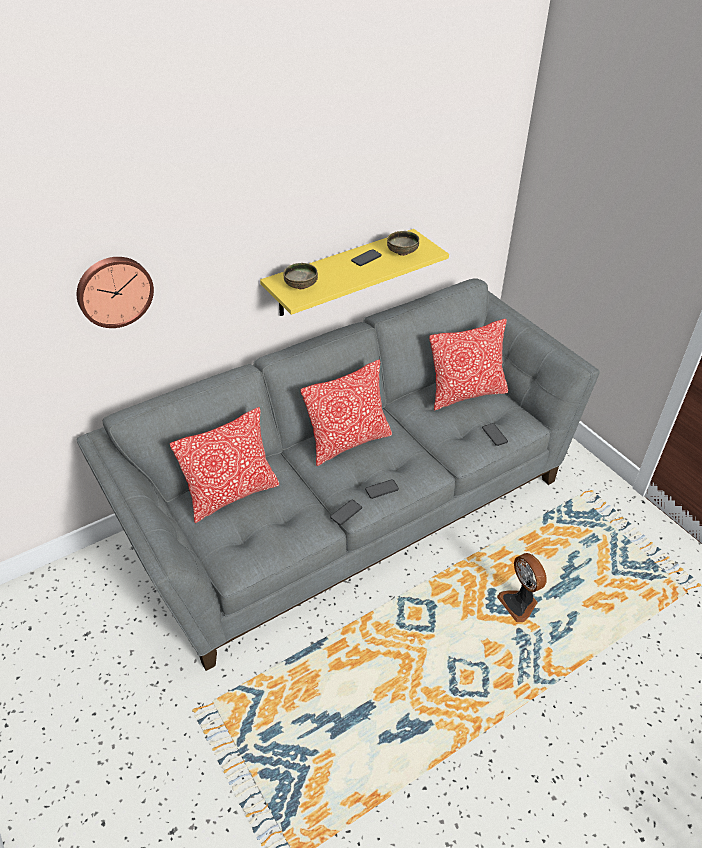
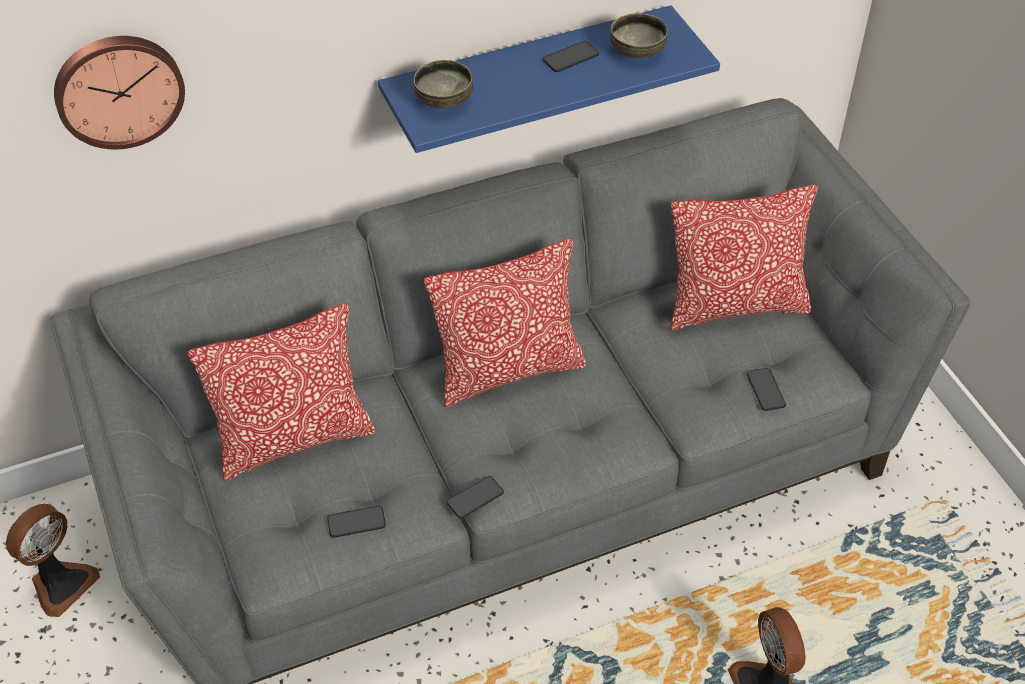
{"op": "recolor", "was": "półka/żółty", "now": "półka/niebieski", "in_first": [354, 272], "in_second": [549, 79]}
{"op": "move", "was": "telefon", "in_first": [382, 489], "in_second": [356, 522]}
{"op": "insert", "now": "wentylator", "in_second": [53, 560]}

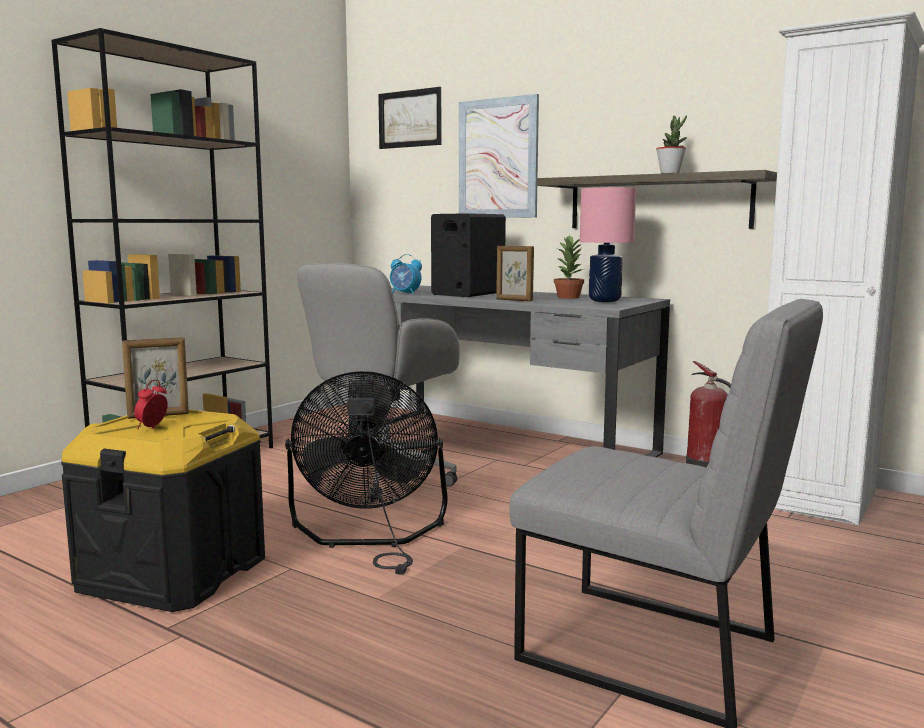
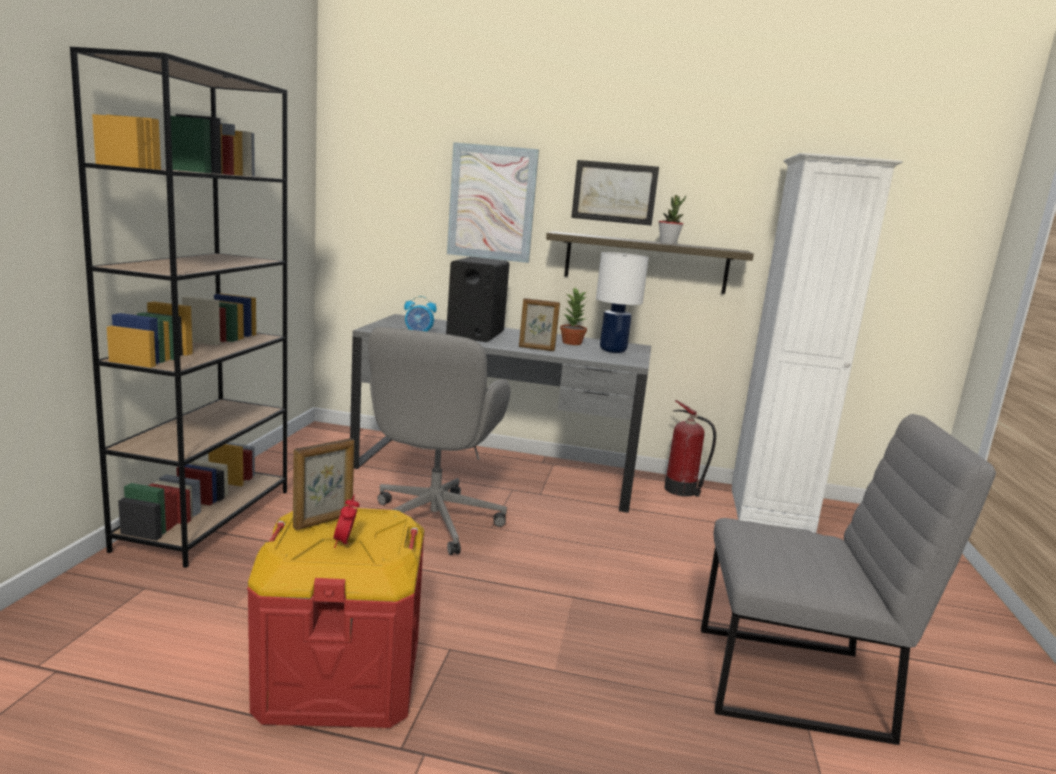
{"op": "recolor", "was": "pojemnik do przechowywania/czarny", "now": "pojemnik do przechowywania/czerwony", "in_first": [163, 511], "in_second": [335, 618]}
{"op": "delete", "was": "wentylator/czarny", "in_first": [366, 473]}
{"op": "move", "was": "obraz", "in_first": [410, 118], "in_second": [615, 193]}
{"op": "recolor", "was": "lampa stołowa/różowy", "now": "lampa stołowa/biały", "in_first": [608, 244], "in_second": [622, 302]}

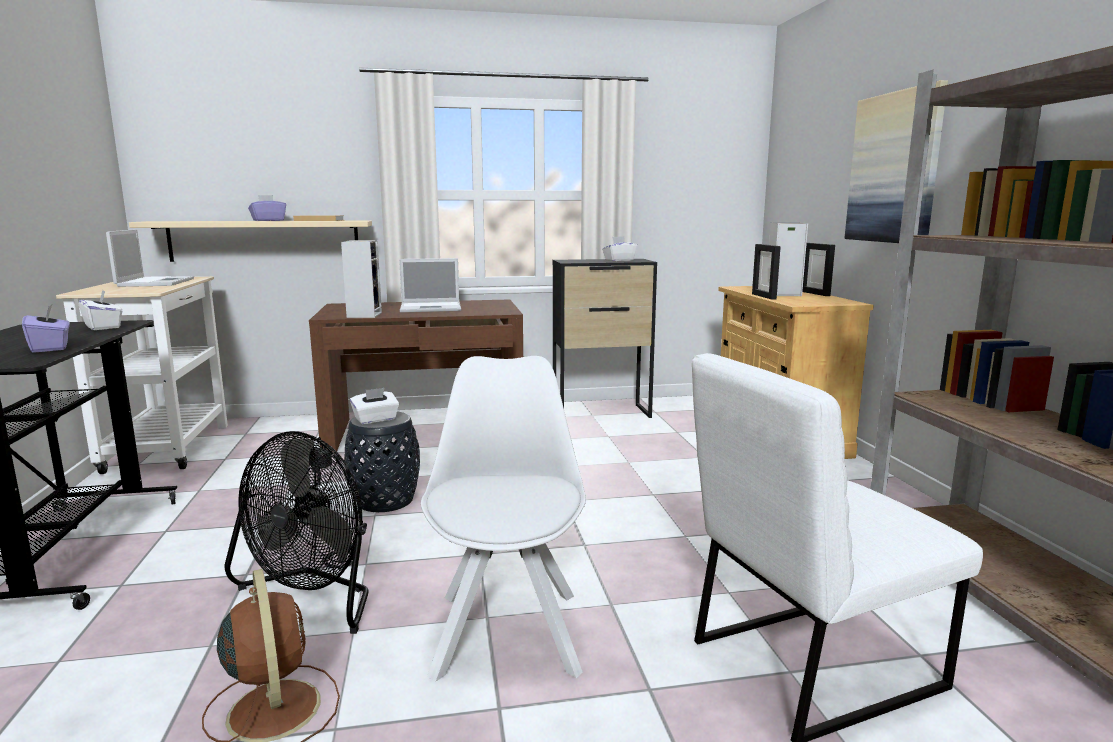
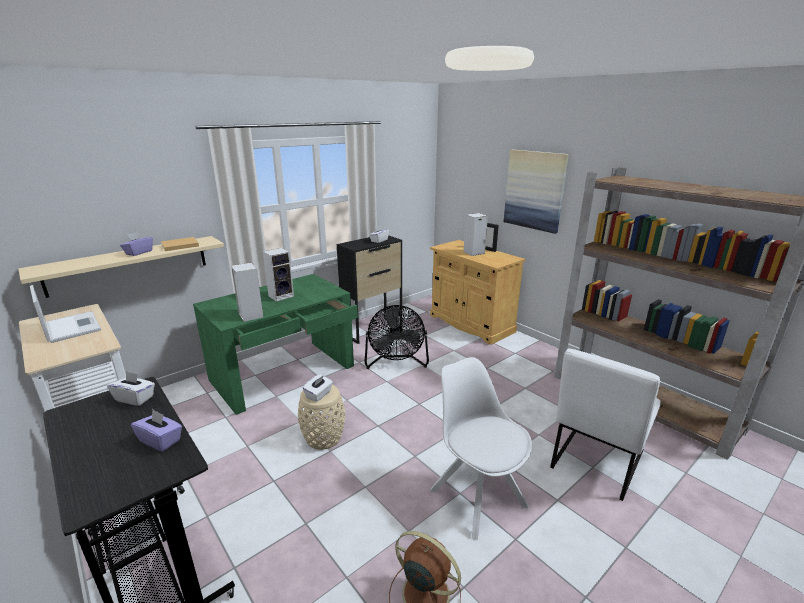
{"op": "move", "was": "wentylator/czarny", "in_first": [297, 532], "in_second": [397, 337]}
{"op": "recolor", "was": "biurko/brązowy", "now": "biurko/zielony", "in_first": [416, 376], "in_second": [275, 344]}
{"op": "recolor", "was": "stołek/czarny", "now": "stołek/beżowy", "in_first": [382, 461], "in_second": [321, 417]}
{"op": "replace", "was": "laptop", "now": "głośnik", "in_first": [430, 285], "in_second": [278, 275]}
{"op": "delete", "was": "ramka na zdjęcie", "in_first": [766, 271]}

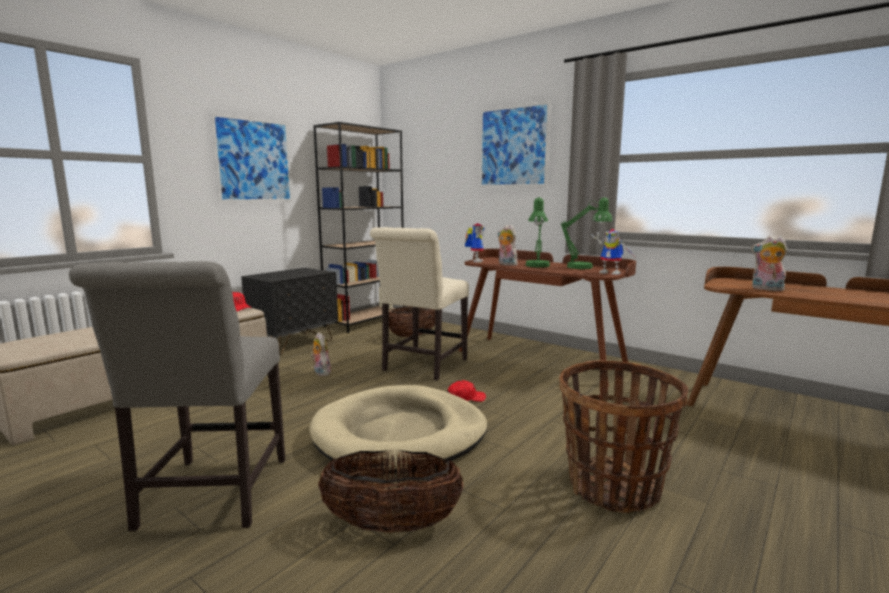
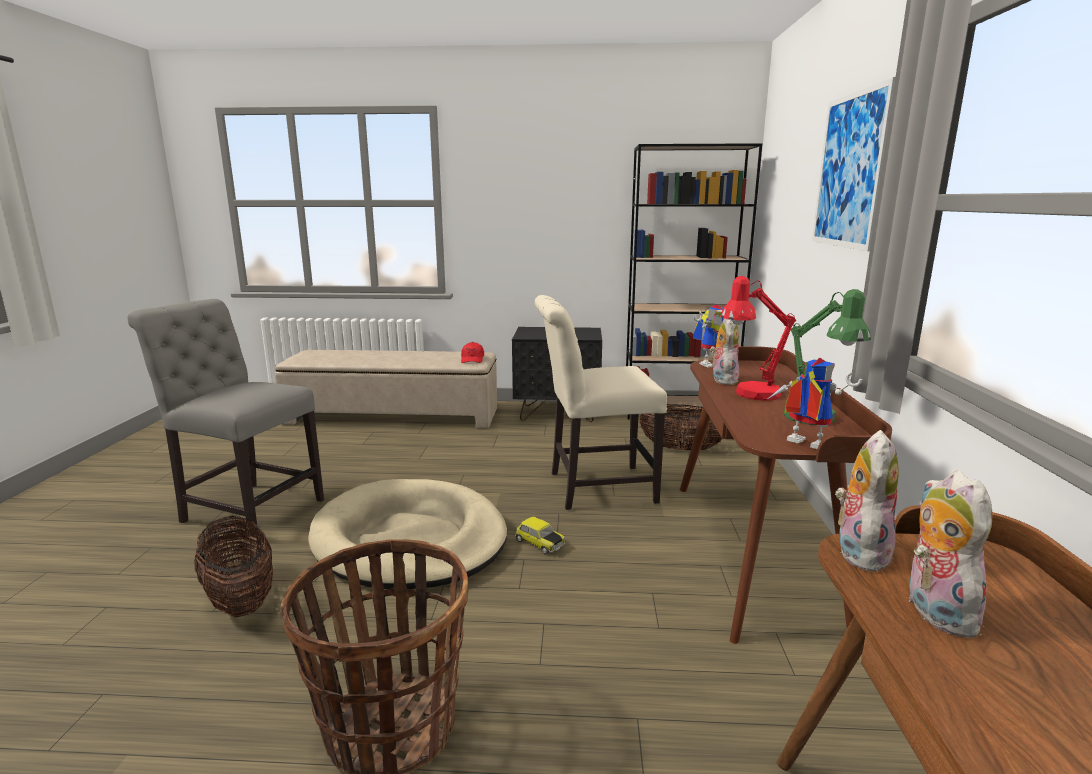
{"op": "rotate", "was": "krzesło/szary", "in_first": [177, 396], "in_second": [226, 417], "clockwise": 60}
{"op": "delete", "was": "obraz", "in_first": [251, 158]}
{"op": "move", "was": "pluszak", "in_first": [321, 354], "in_second": [867, 502]}
{"op": "replace", "was": "czapka z daszkiem/czerwony", "now": "samochodzik", "in_first": [466, 391], "in_second": [540, 536]}
{"op": "recolor", "was": "lampa stołowa/zielony", "now": "lampa stołowa/czerwony", "in_first": [537, 232], "in_second": [758, 338]}
{"op": "rotate", "was": "robot zabawkowy", "in_first": [613, 252], "in_second": [814, 403], "clockwise": 135}

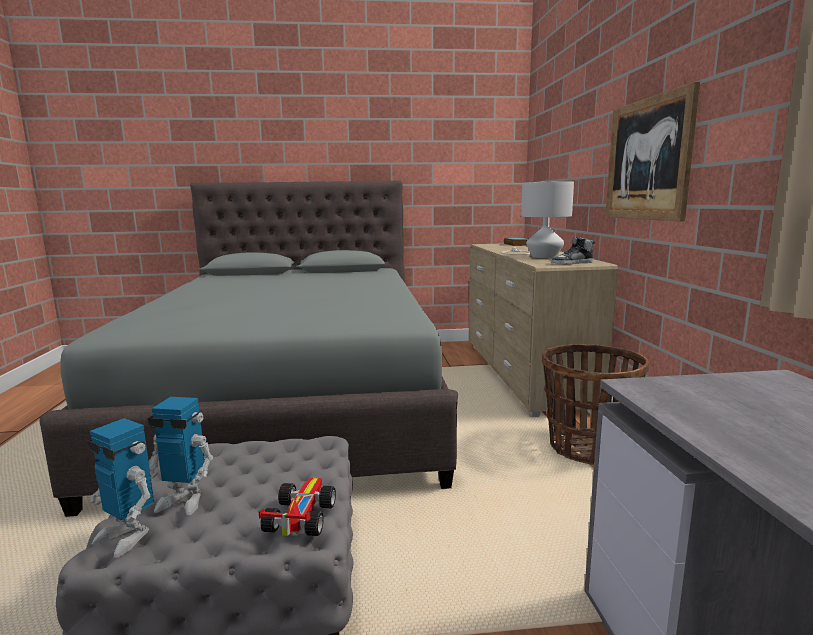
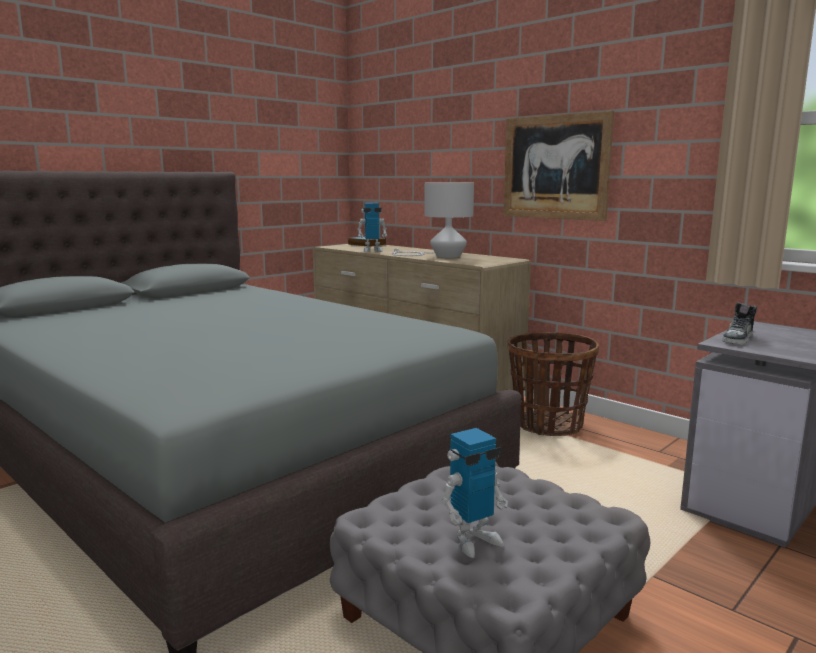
{"op": "move", "was": "robot zabawkowy", "in_first": [120, 488], "in_second": [372, 227]}
{"op": "delete", "was": "samochodzik", "in_first": [297, 507]}
{"op": "move", "was": "but", "in_first": [573, 250], "in_second": [740, 324]}

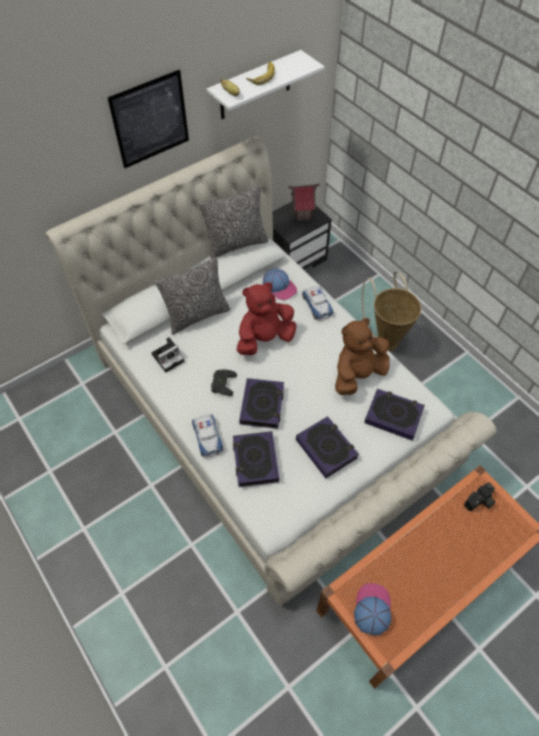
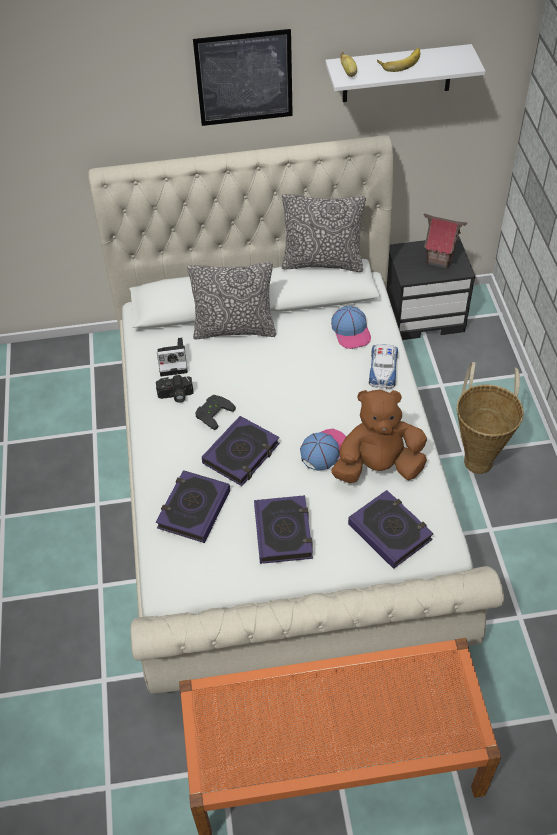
{"op": "delete", "was": "samochodzik", "in_first": [207, 436]}
{"op": "delete", "was": "pluszak/czerwony", "in_first": [266, 318]}
{"op": "move", "was": "czapka z daszkiem", "in_first": [373, 609], "in_second": [323, 450]}
{"op": "move", "was": "aparat fotograficzny", "in_first": [480, 496], "in_second": [175, 389]}

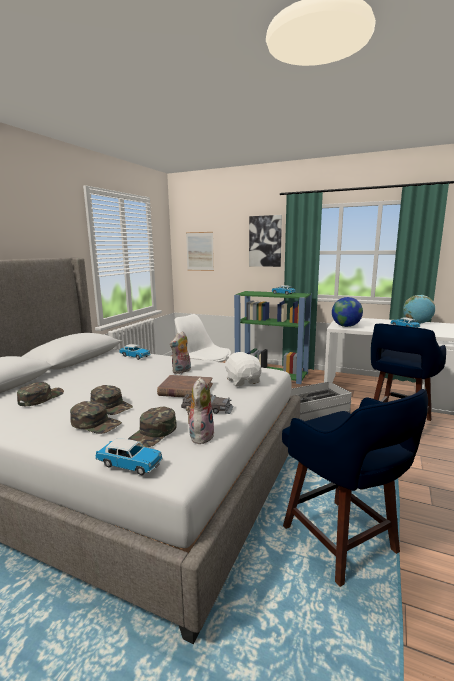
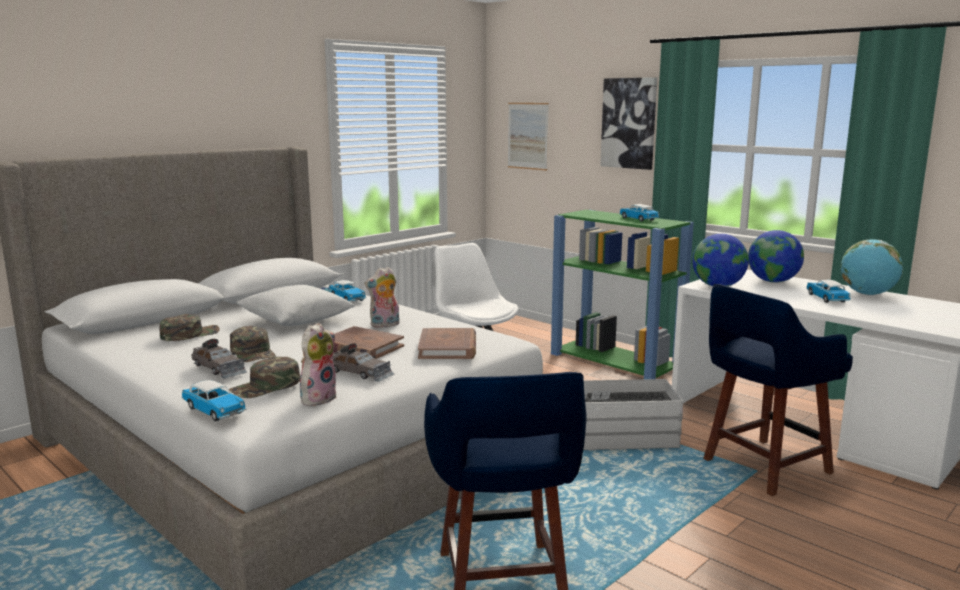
{"op": "replace", "was": "czapka z daszkiem/zielony", "now": "samochodzik/szary", "in_first": [96, 417], "in_second": [219, 359]}
{"op": "replace", "was": "pluszak/biały", "now": "książka/brązowy", "in_first": [242, 369], "in_second": [447, 343]}
{"op": "insert", "now": "poduszka/szary", "in_second": [295, 305]}
{"op": "insert", "now": "globus", "in_second": [776, 256]}

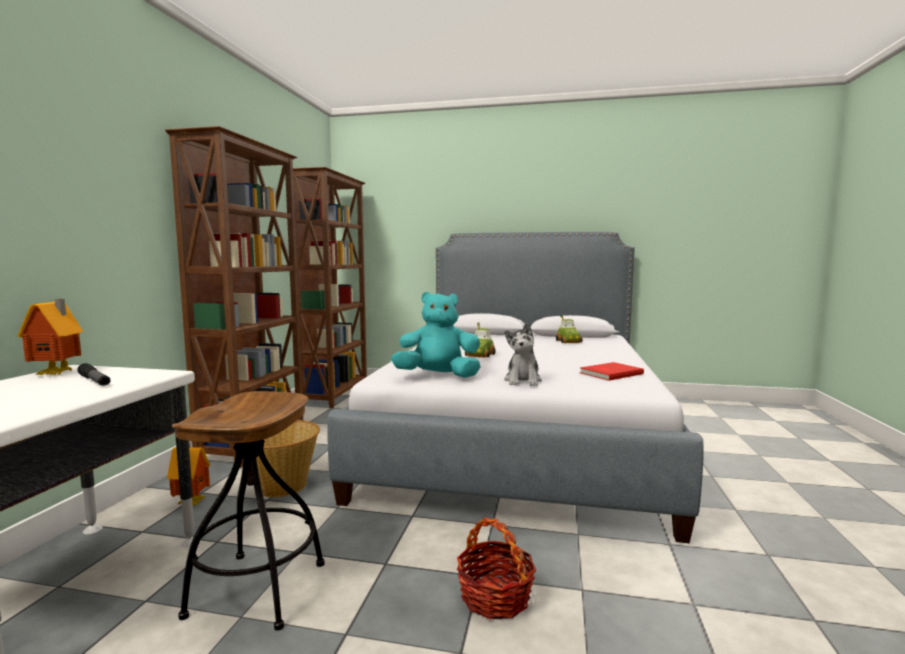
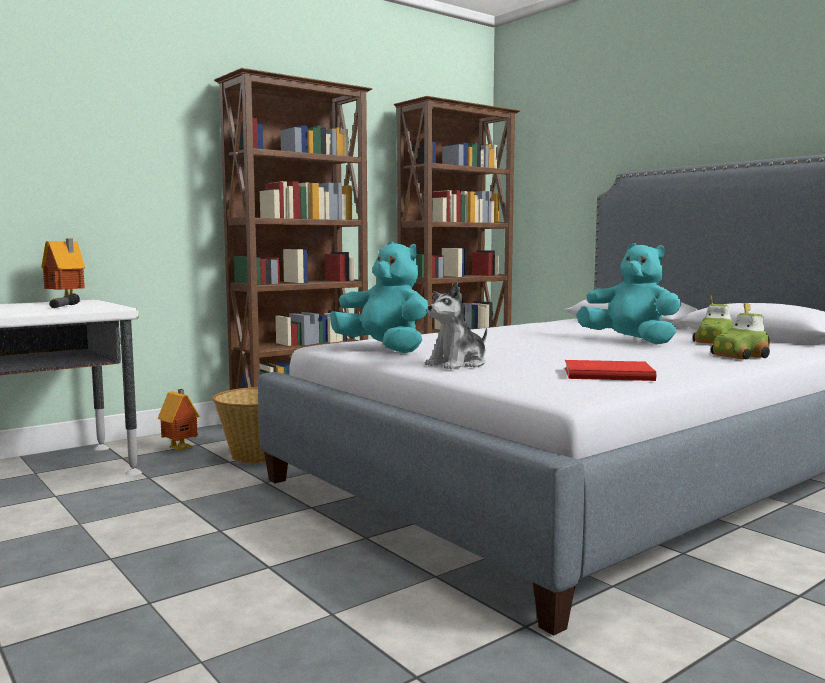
{"op": "delete", "was": "stołek/brązowy", "in_first": [248, 511]}
{"op": "delete", "was": "koszyk", "in_first": [496, 568]}
{"op": "move", "was": "samochodzik", "in_first": [480, 340], "in_second": [740, 331]}
{"op": "insert", "now": "pluszak/turkusowy", "in_second": [628, 294]}

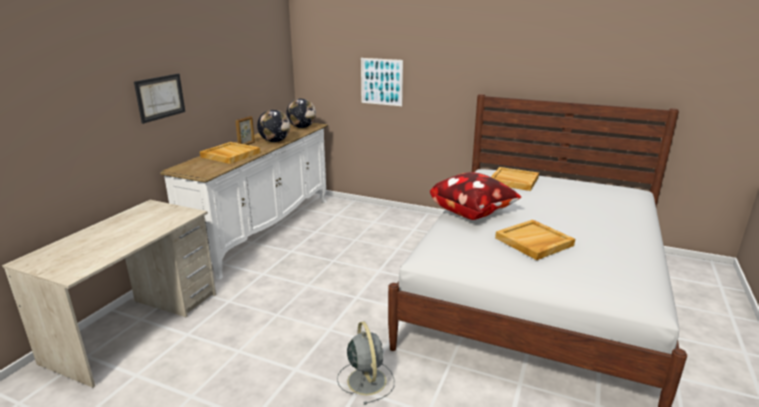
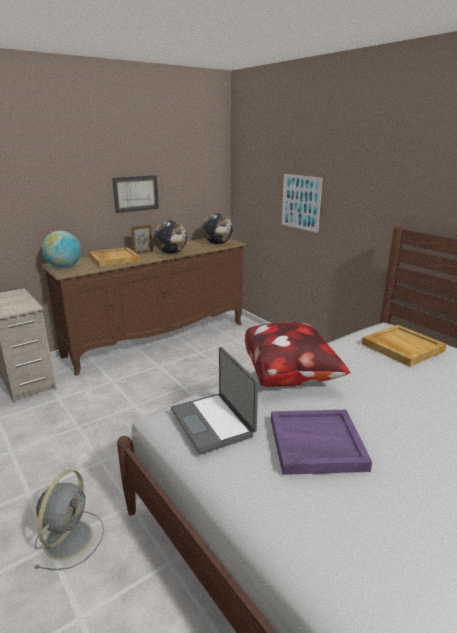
{"op": "move", "was": "obraz", "in_first": [159, 99], "in_second": [135, 194]}
{"op": "recolor", "was": "komoda/biały", "now": "komoda/brązowy", "in_first": [244, 201], "in_second": [144, 307]}
{"op": "recolor", "was": "taca/beżowy", "now": "taca/fioletowy", "in_first": [535, 240], "in_second": [321, 442]}
{"op": "insert", "now": "globus", "in_second": [61, 249]}
{"op": "insert", "now": "laptop", "in_second": [214, 400]}

